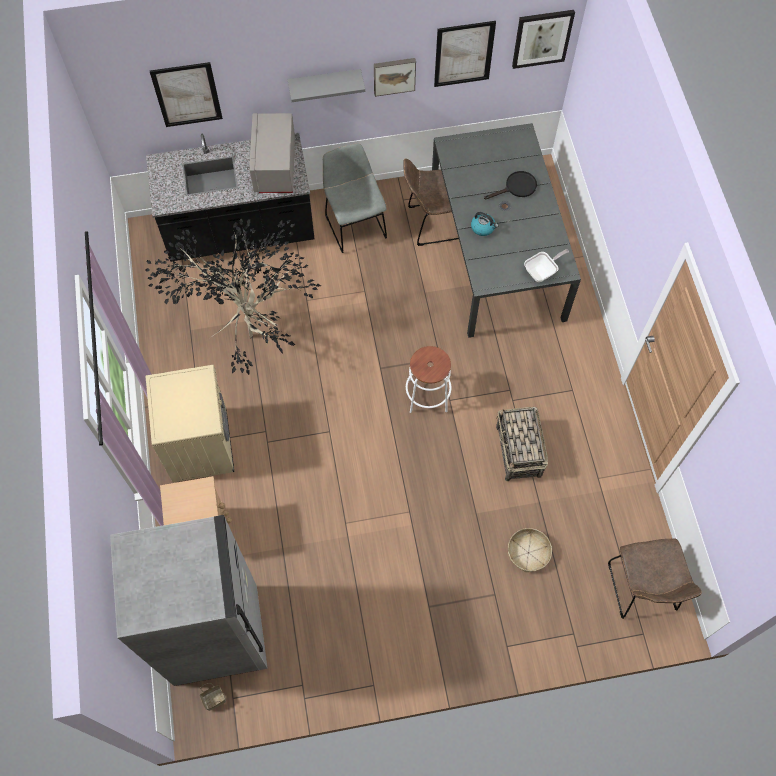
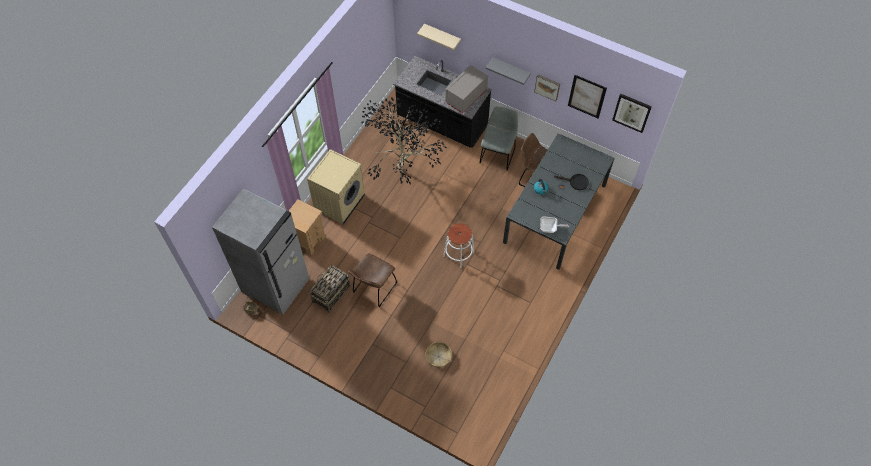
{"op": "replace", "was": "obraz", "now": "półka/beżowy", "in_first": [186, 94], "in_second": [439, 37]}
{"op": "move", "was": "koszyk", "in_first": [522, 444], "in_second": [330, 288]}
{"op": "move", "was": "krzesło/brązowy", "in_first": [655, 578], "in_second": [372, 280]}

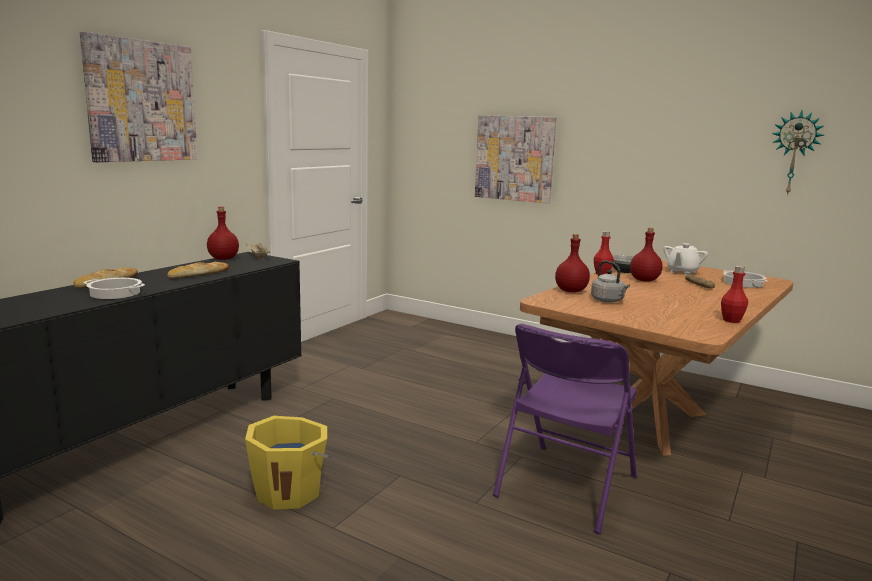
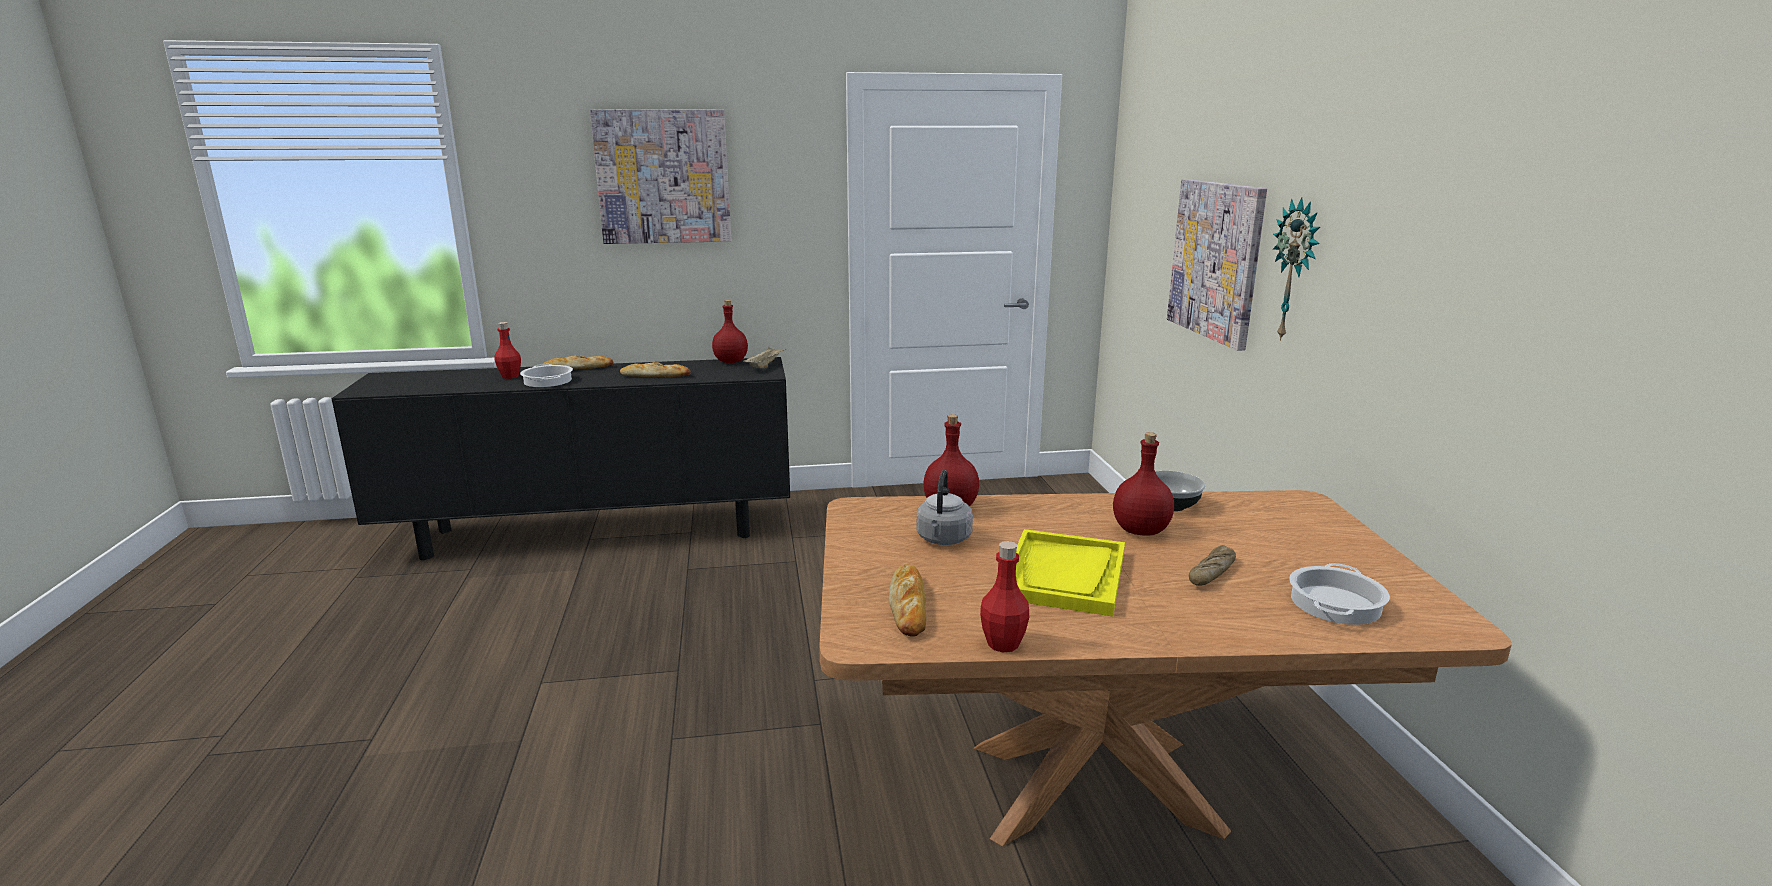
{"op": "delete", "was": "wiadro/żółty", "in_first": [288, 463]}
{"op": "delete", "was": "krzesło/fioletowy", "in_first": [564, 429]}
{"op": "move", "was": "butelka/czerwony", "in_first": [604, 253], "in_second": [507, 350]}
{"op": "delete", "was": "imbryk/biały", "in_first": [685, 259]}
{"op": "move", "was": "zegar ścienny", "in_first": [798, 153], "in_second": [1296, 269]}
{"op": "insert", "now": "chleb", "in_second": [907, 600]}
{"op": "insert", "now": "taca/żółty", "in_second": [1070, 572]}

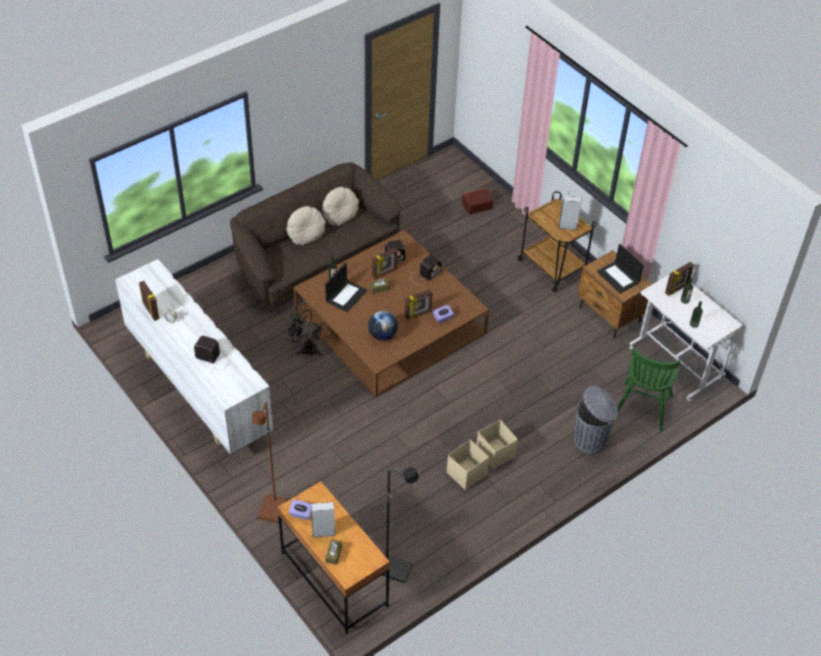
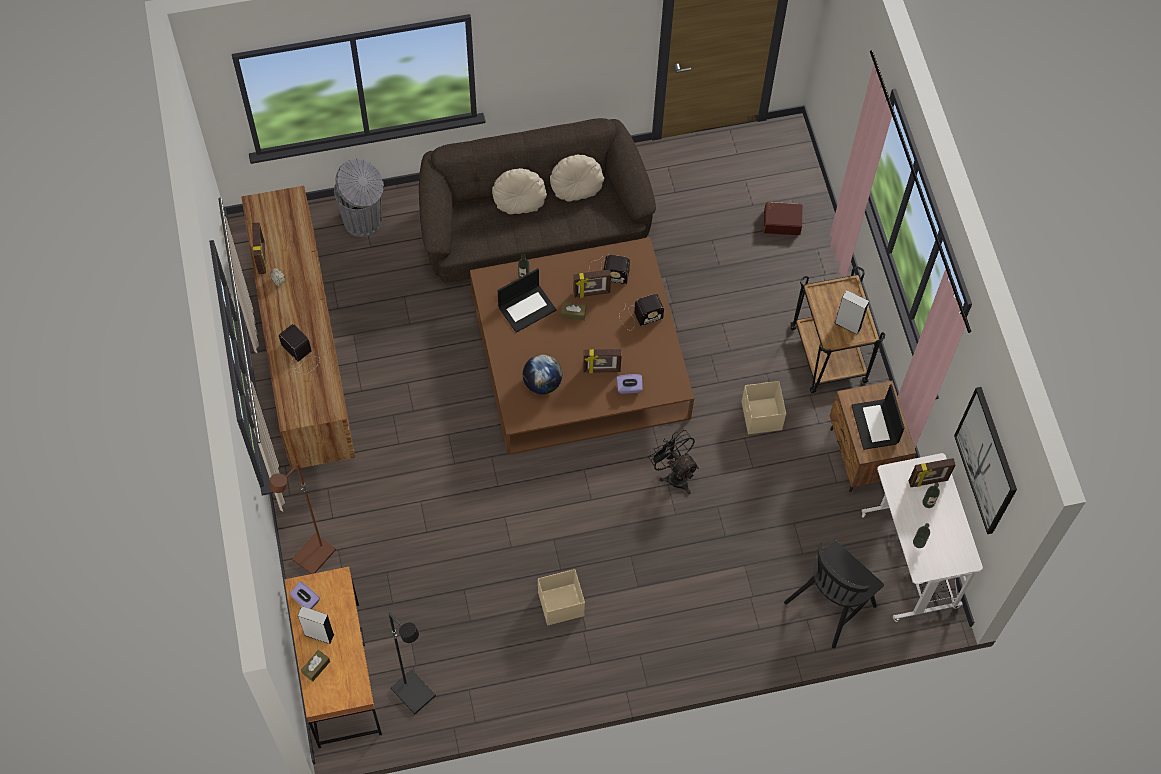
{"op": "recolor", "was": "szafka/biały", "now": "szafka/brązowy", "in_first": [194, 356], "in_second": [298, 327]}
{"op": "move", "was": "wentylator/czarny", "in_first": [303, 331], "in_second": [674, 462]}
{"op": "move", "was": "pojemnik do przechowywania/beżowy", "in_first": [497, 444], "in_second": [763, 407]}
{"op": "move", "was": "kosz na śmieci/szary", "in_first": [596, 420], "in_second": [359, 198]}
{"op": "recolor", "was": "krzesło/zielony", "now": "krzesło/czarny", "in_first": [648, 389], "in_second": [834, 594]}
{"op": "insert", "now": "obraz", "in_second": [985, 460]}

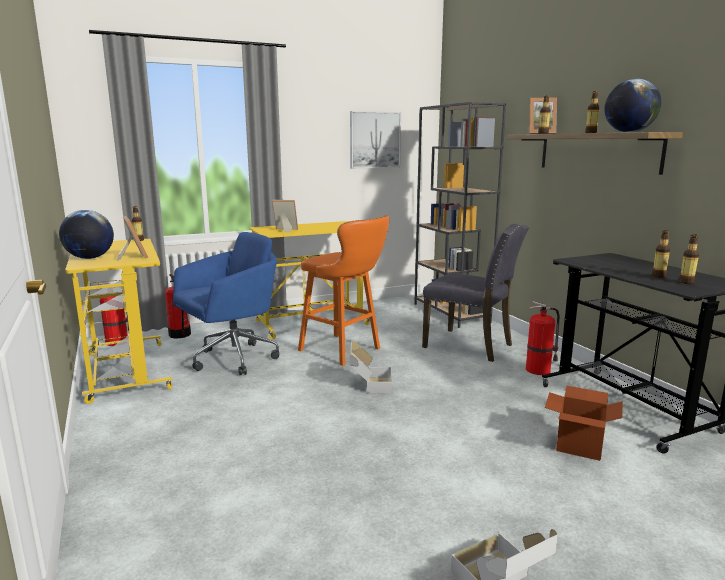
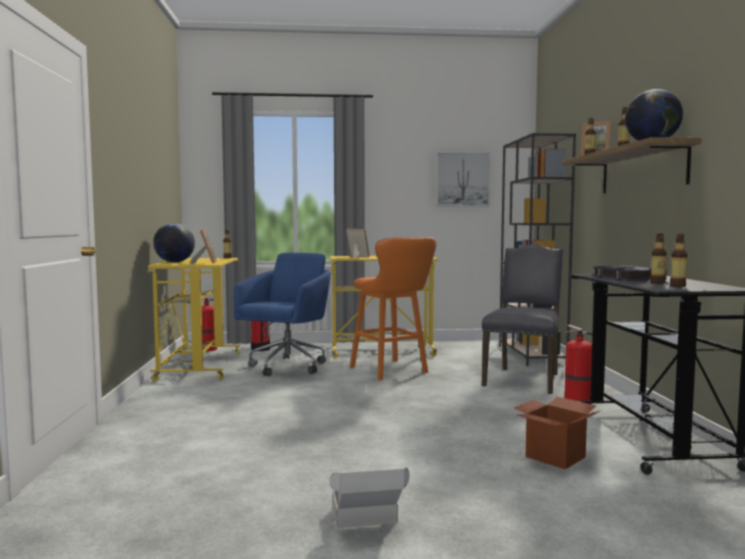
{"op": "rotate", "was": "krzesło biurowe/niebieski", "in_first": [226, 303], "in_second": [282, 314], "clockwise": -45}
{"op": "delete", "was": "karton", "in_first": [371, 367]}
{"op": "rotate", "was": "krzesło/szary", "in_first": [475, 293], "in_second": [522, 319], "clockwise": -120}
{"op": "insert", "now": "książka", "in_second": [630, 273]}

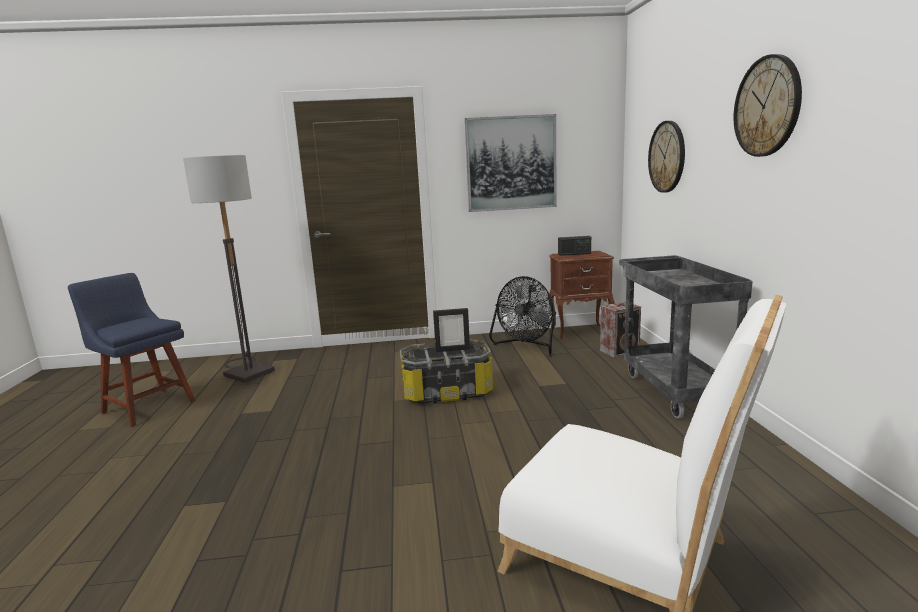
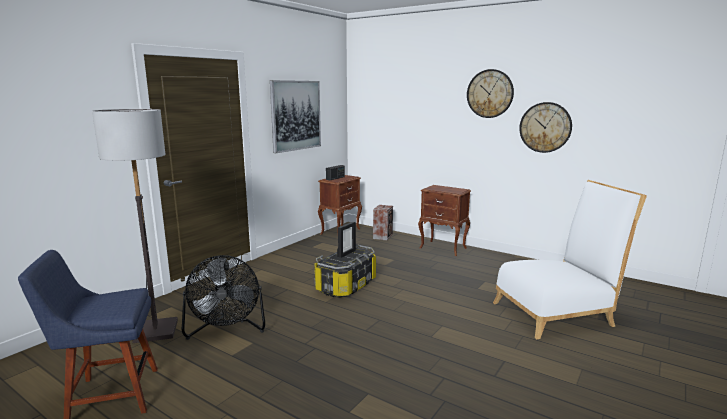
{"op": "move", "was": "wentylator/czarny", "in_first": [522, 316], "in_second": [223, 297]}
{"op": "replace", "was": "wózek/szary", "now": "szafka nocna/brązowy", "in_first": [685, 337], "in_second": [444, 220]}
{"op": "move", "was": "zegar ścienny", "in_first": [666, 157], "in_second": [545, 127]}

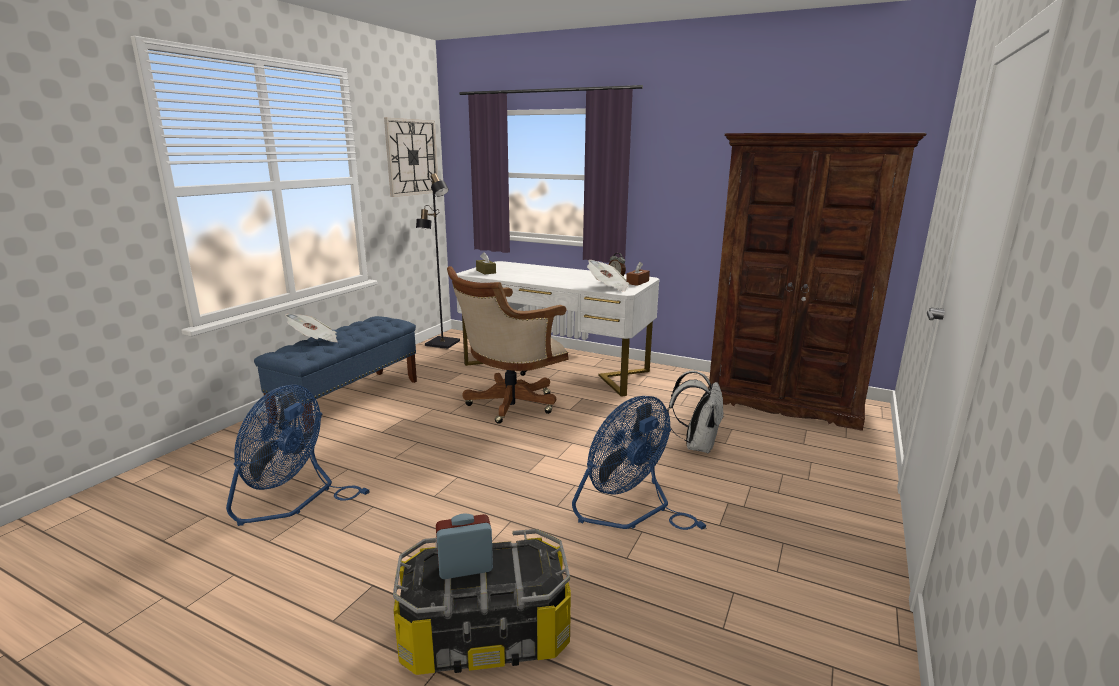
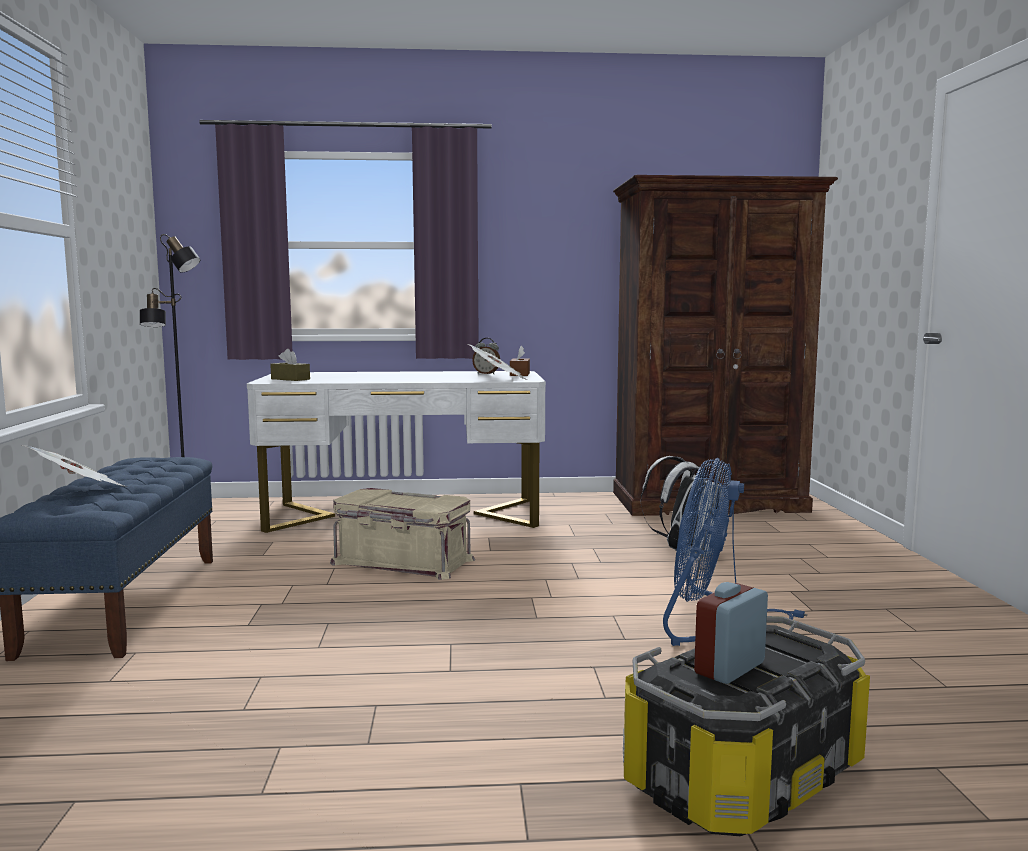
{"op": "delete", "was": "wentylator/niebieski", "in_first": [298, 455]}
{"op": "delete", "was": "zegar ścienny", "in_first": [411, 157]}
{"op": "replace", "was": "krzesło biurowe", "now": "pojemnik do przechowywania/beżowy", "in_first": [507, 345], "in_second": [402, 534]}

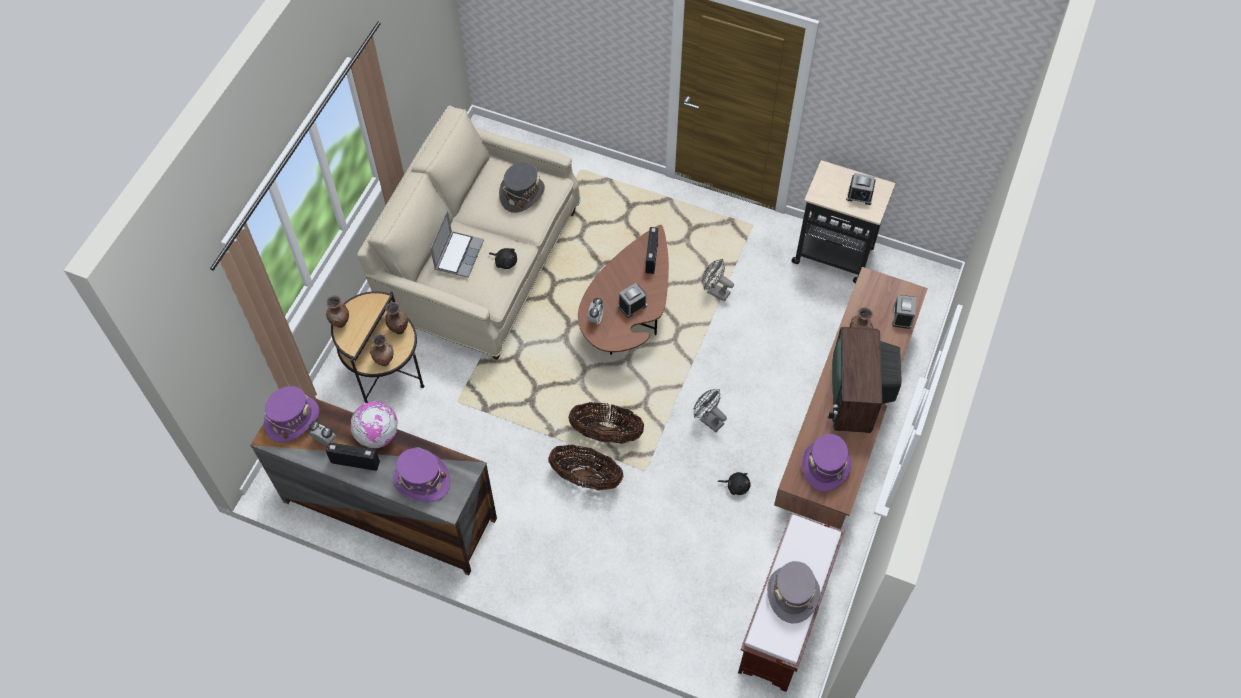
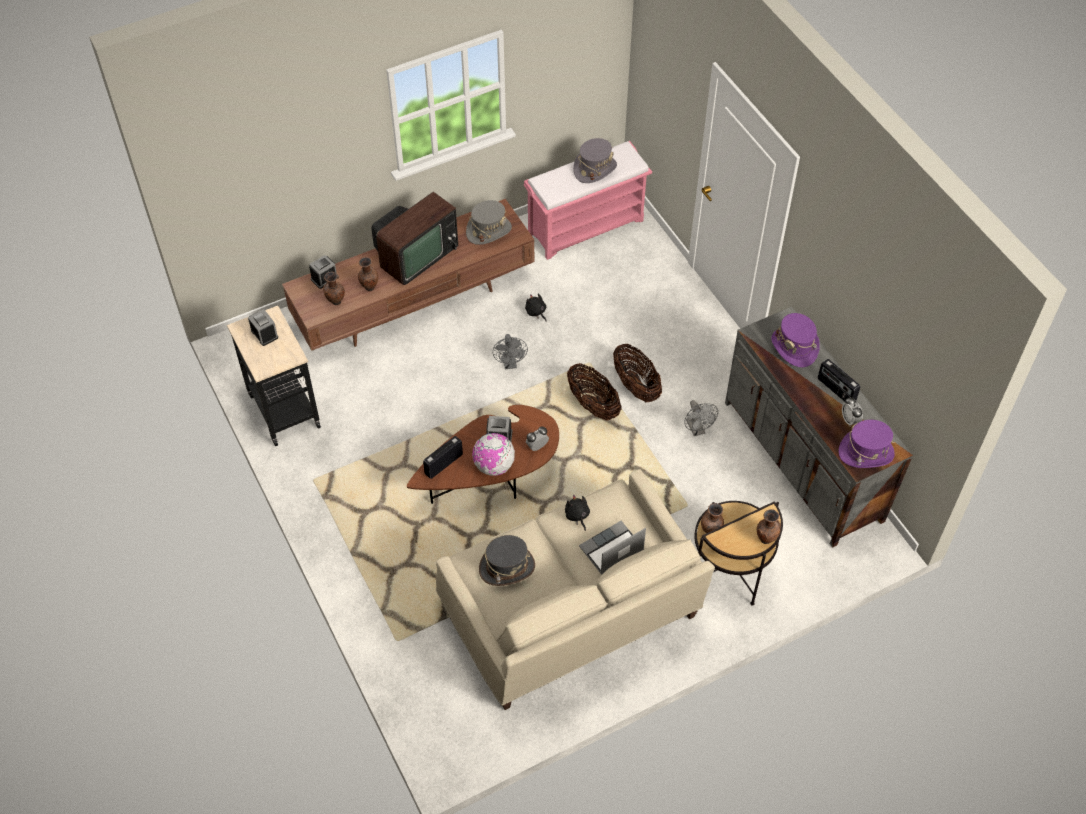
{"op": "move", "was": "globus", "in_first": [374, 424], "in_second": [493, 454]}
{"op": "move", "was": "wazon/brązowy", "in_first": [382, 350], "in_second": [334, 288]}
{"op": "move", "was": "wentylator/szary", "in_first": [718, 280], "in_second": [701, 418]}
{"op": "recolor", "was": "ławka/brązowy", "now": "ławka/różowy", "in_first": [791, 602], "in_second": [588, 200]}
{"op": "recolor", "was": "kapelusz/fioletowy", "now": "kapelusz/szary", "in_first": [827, 463], "in_second": [489, 222]}

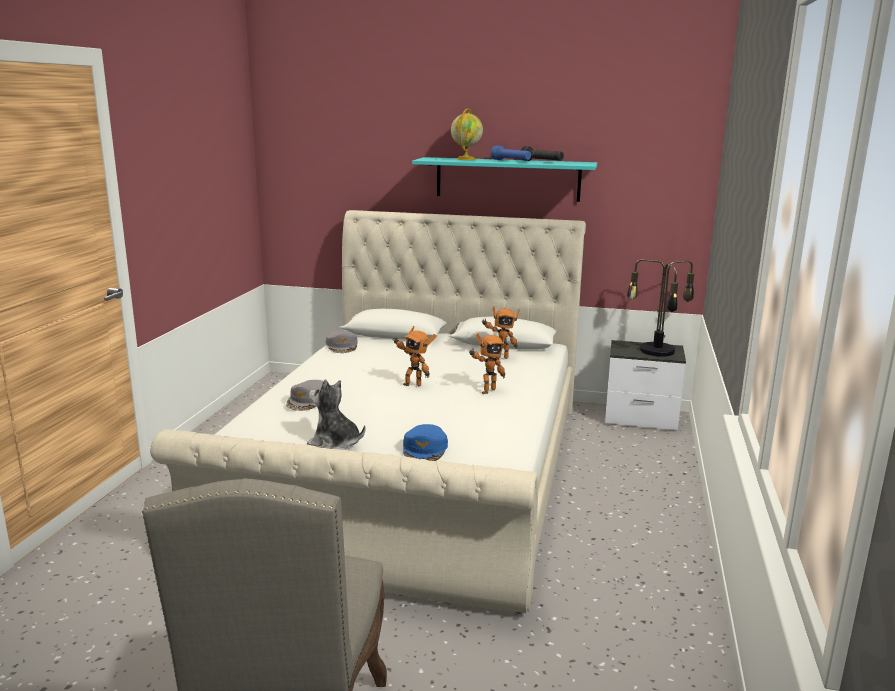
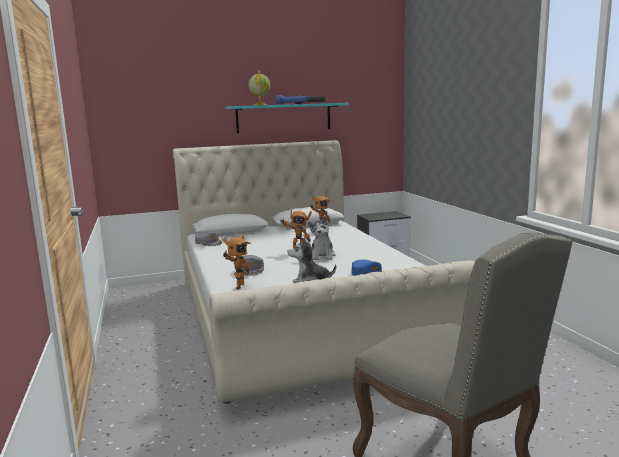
{"op": "move", "was": "robot zabawkowy", "in_first": [487, 363], "in_second": [236, 262]}
{"op": "delete", "was": "lampa stołowa", "in_first": [660, 308]}
{"op": "insert", "now": "pluszak", "in_second": [321, 238]}

